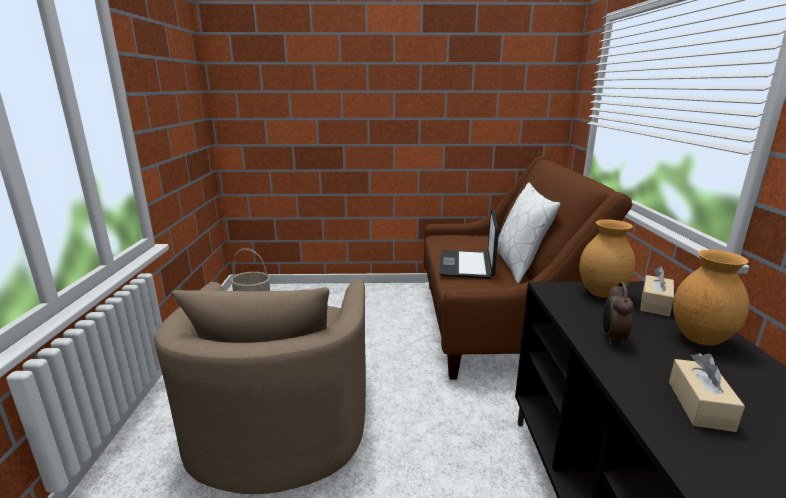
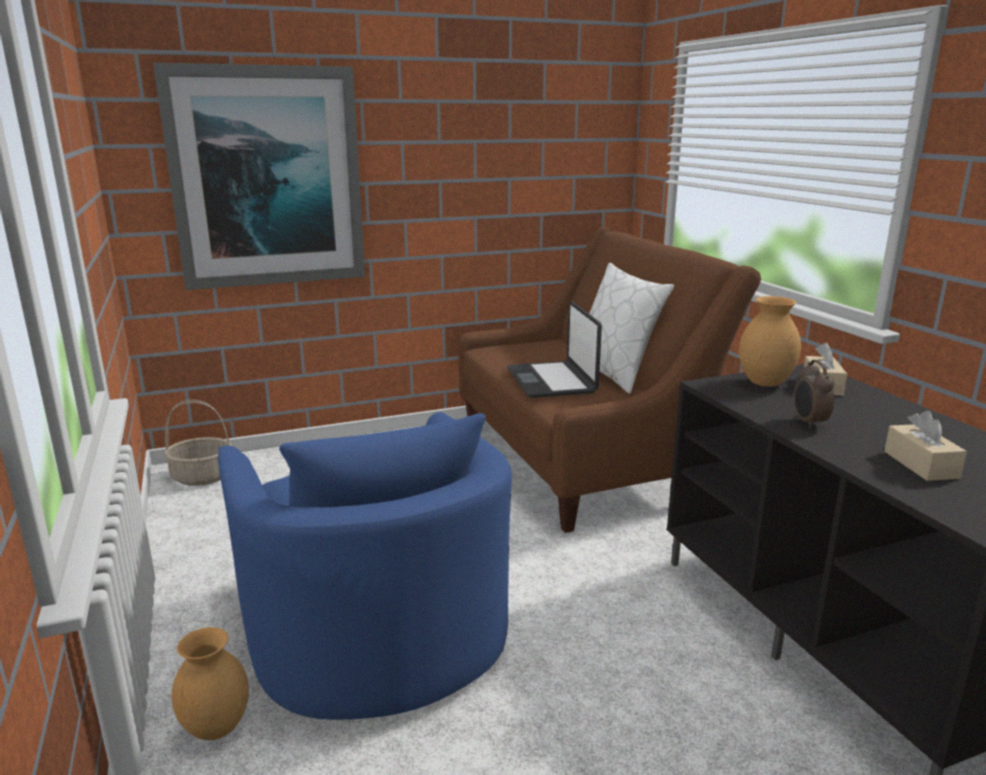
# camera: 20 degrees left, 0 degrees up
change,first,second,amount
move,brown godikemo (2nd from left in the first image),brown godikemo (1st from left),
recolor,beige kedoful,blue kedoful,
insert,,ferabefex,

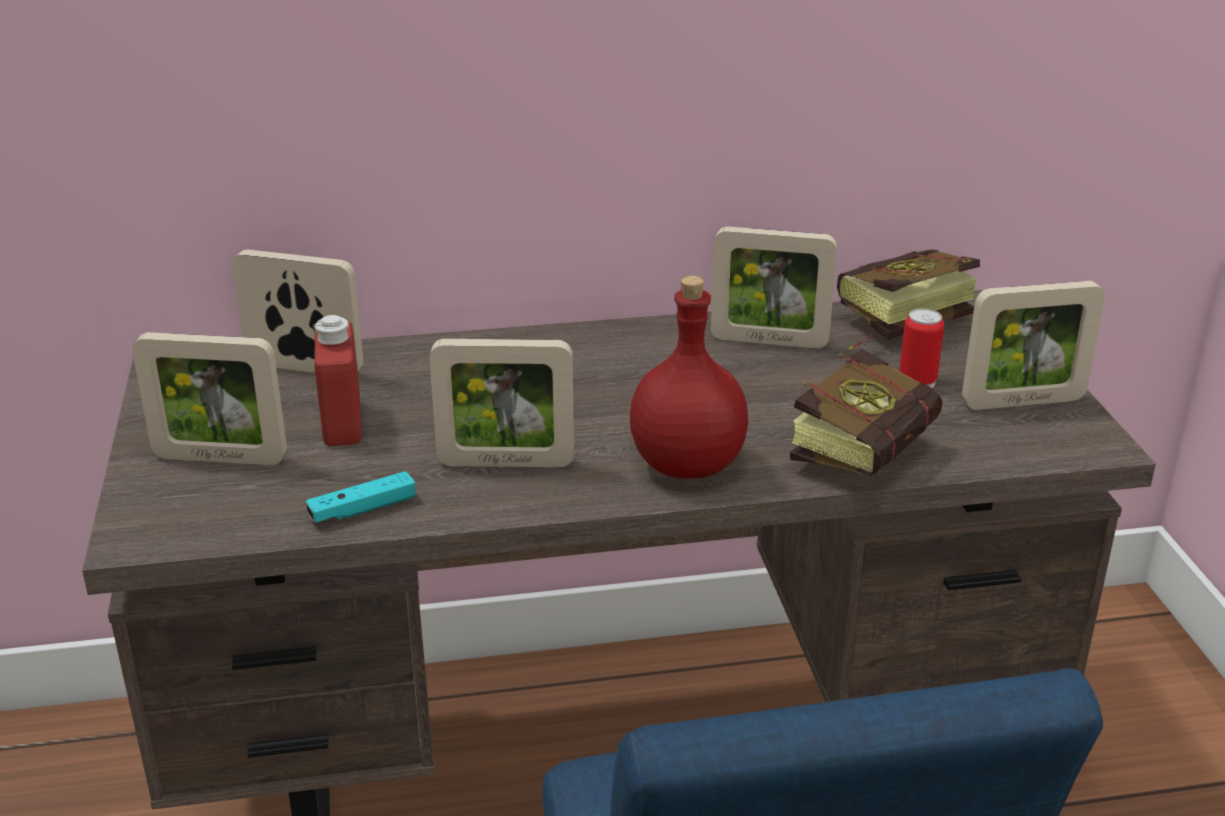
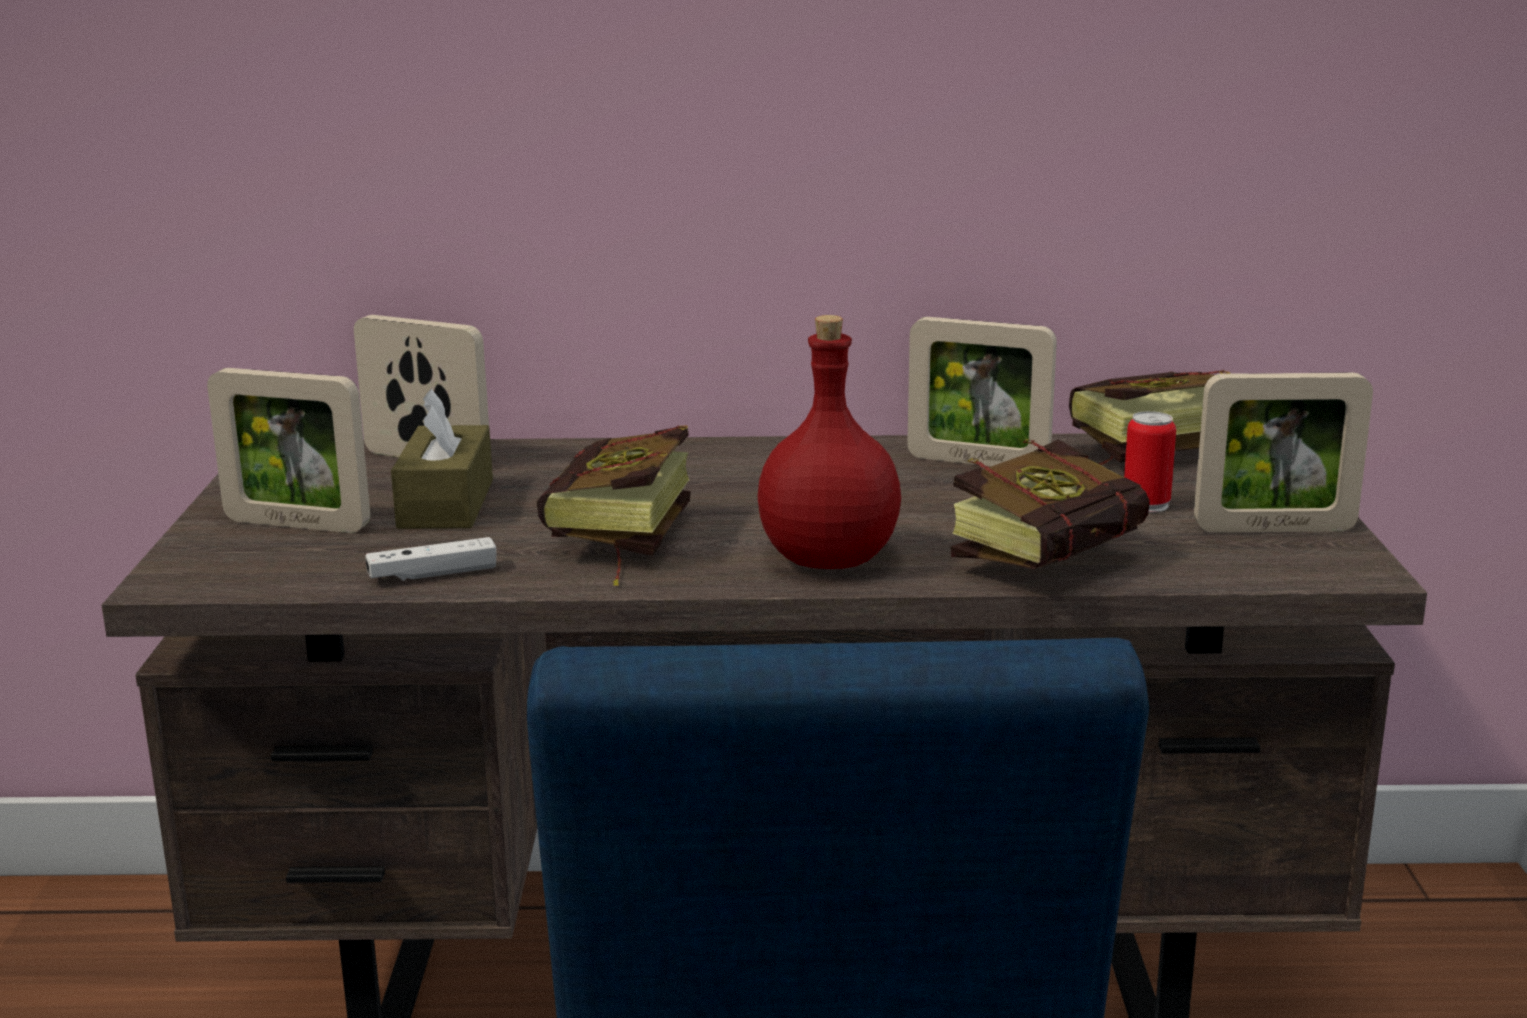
# camera: 10 degrees right, 10 degrees down
change,first,second,amount
replace,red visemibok (1st from left),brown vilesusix,
replace,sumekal (3rd from left),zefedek (1st from left),
recolor,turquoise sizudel,white sizudel,

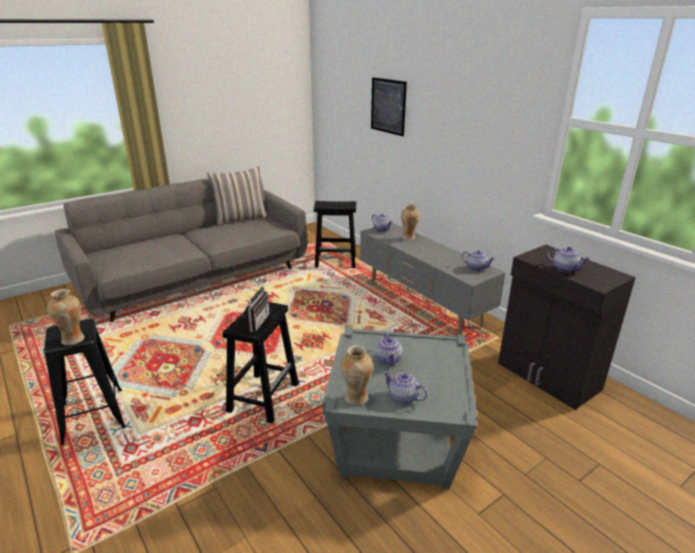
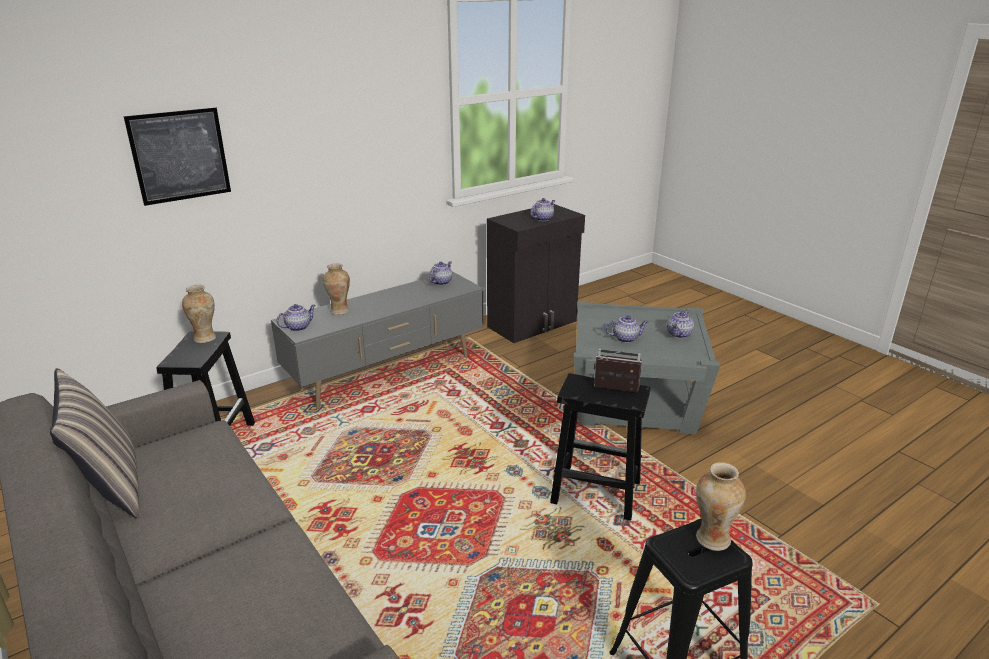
# camera: 90 degrees left, 0 degrees up
change,first,second,amount
move,godikemo (2nd from left in the first image),godikemo (1st from left),

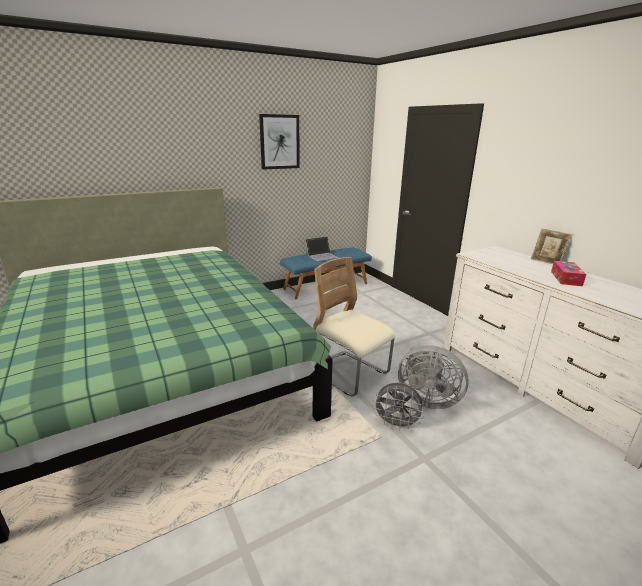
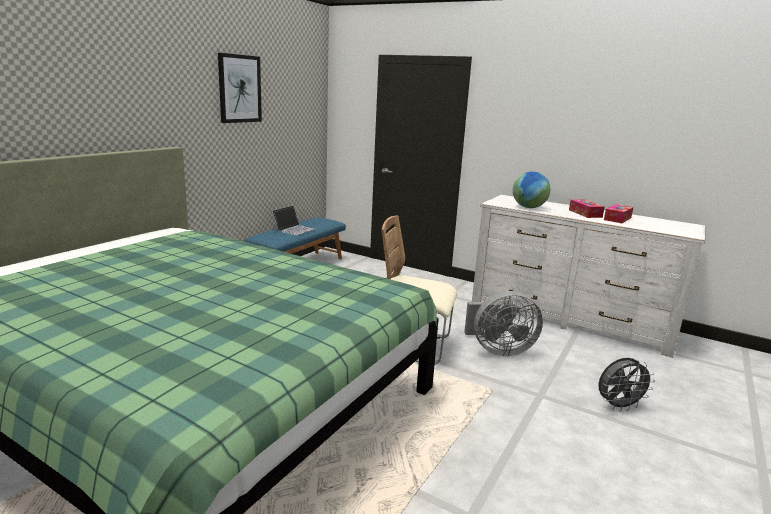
# camera: 30 degrees left, 5 degrees down
change,first,second,amount
delete,sumekal,,
move,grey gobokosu (1st from left in the first image),grey gobokosu (2nd from left),
insert,,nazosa,
insert,,vilesusix (2nd from left),

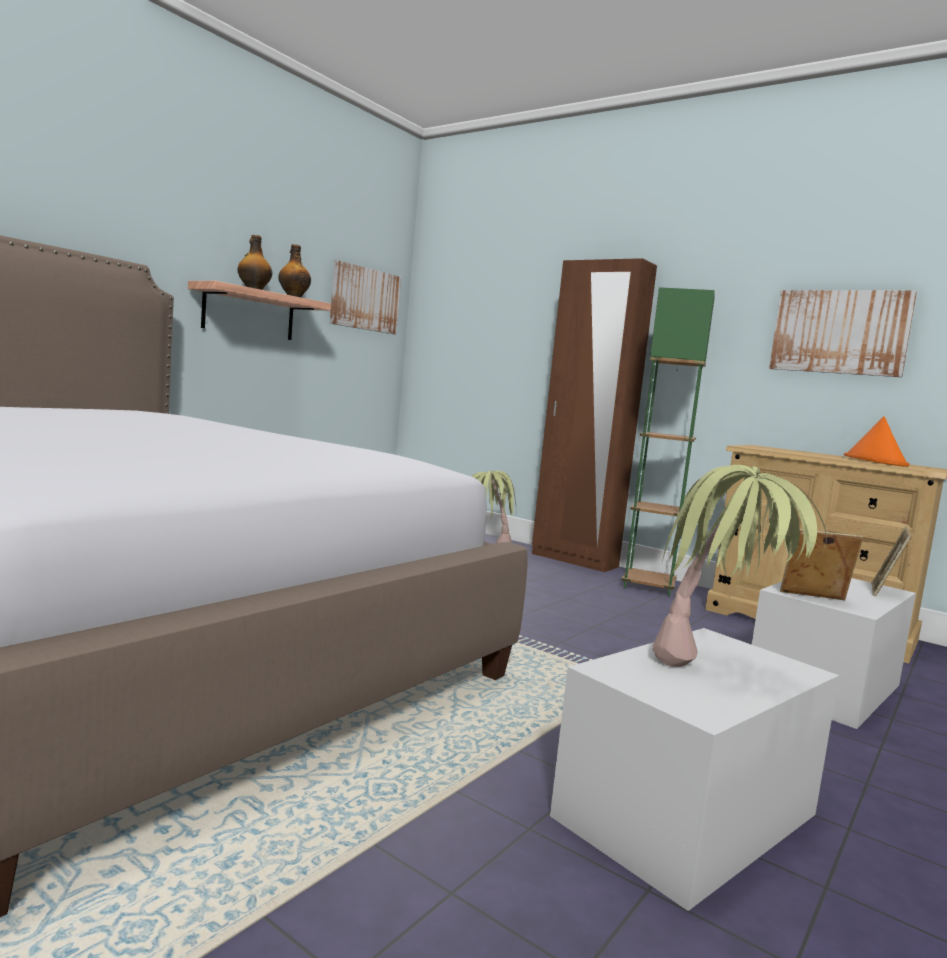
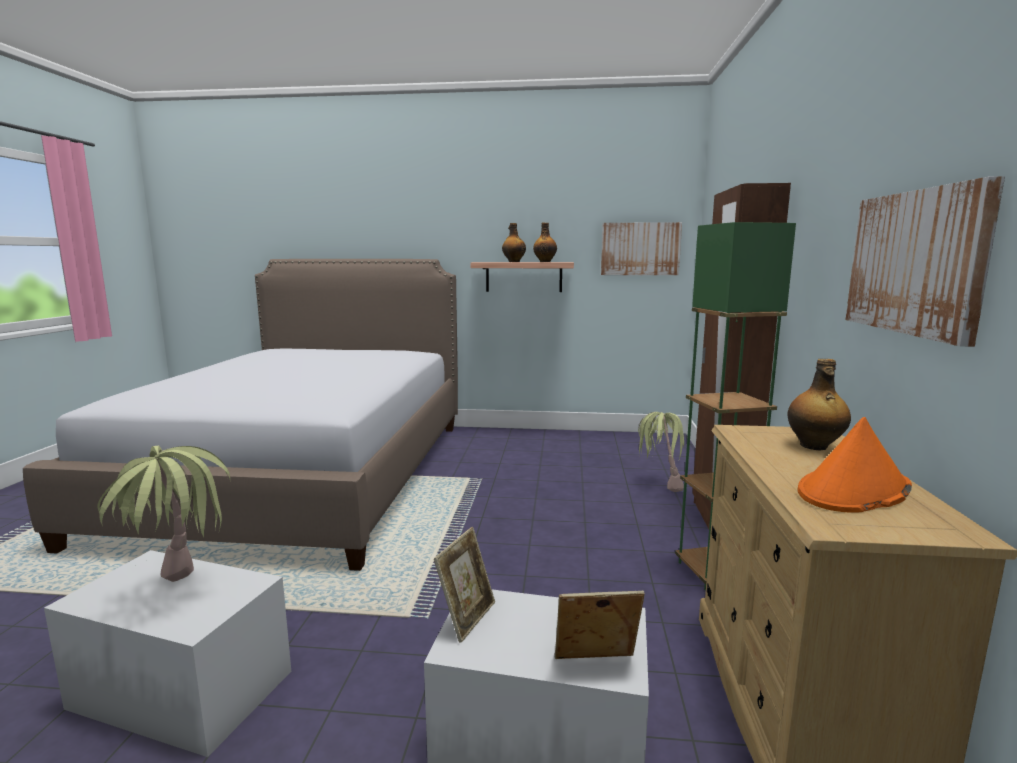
# camera: 60 degrees right, 5 degrees up
change,first,second,amount
rotate,sumekal (1st from left),,45 degrees clockwise
insert,,visemibok (3rd from left),

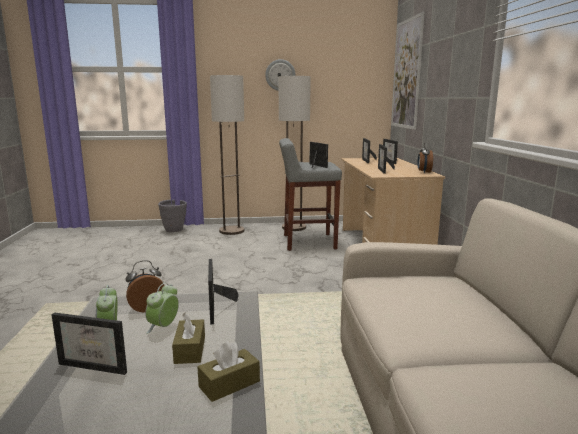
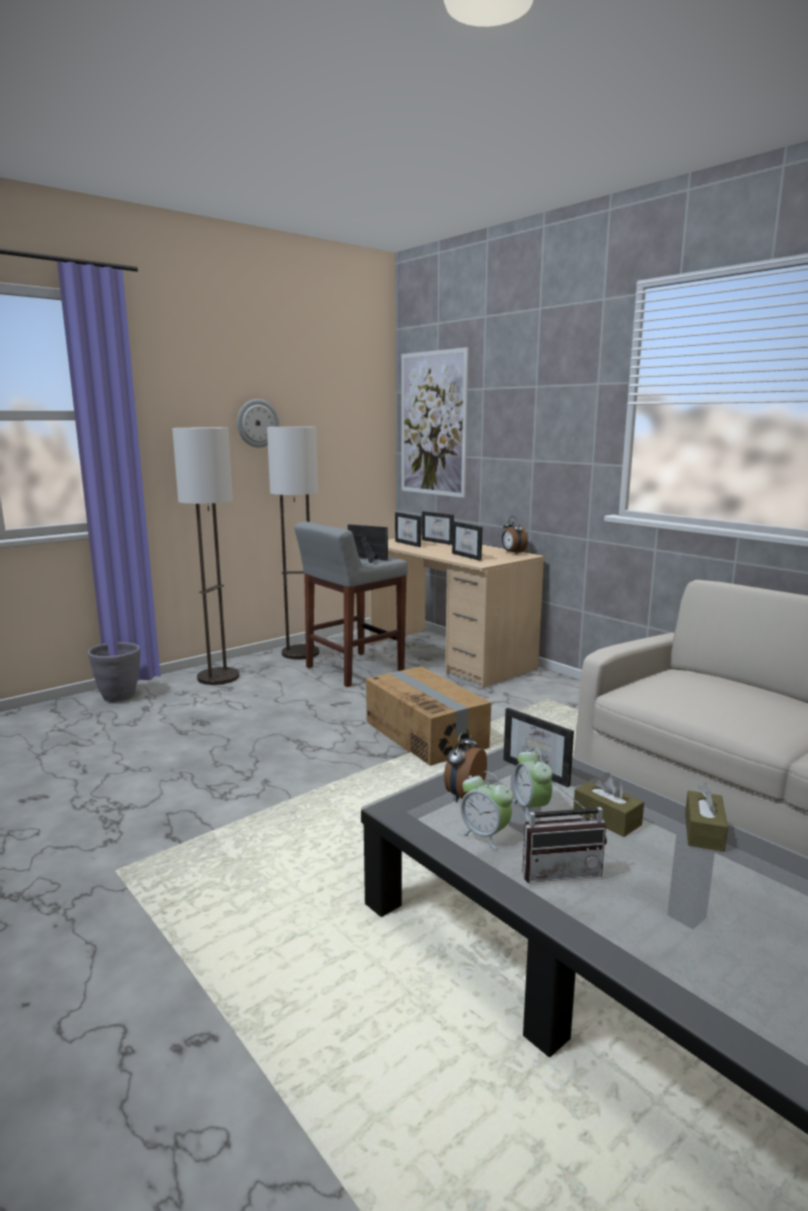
# camera: 35 degrees left, 0 degrees up
change,first,second,amount
replace,sumekal (1st from left),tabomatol,
insert,,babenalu,

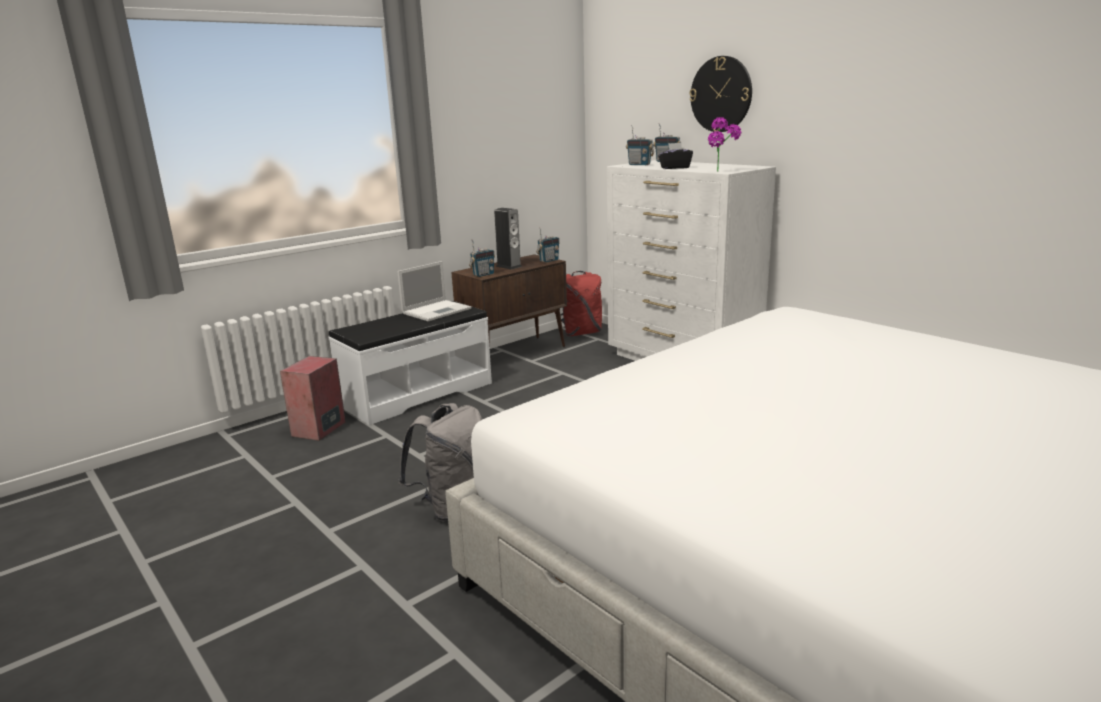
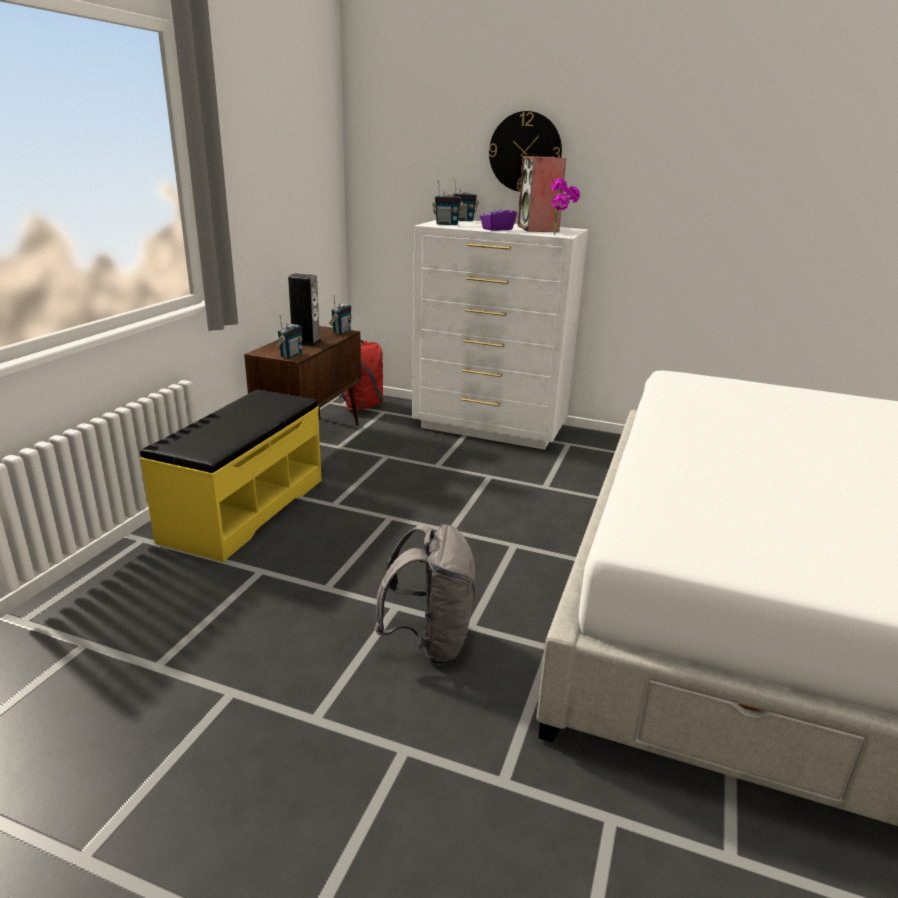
# camera: 30 degrees left, 5 degrees up
change,first,second,amount
recolor,black vilesusix,purple vilesusix,
delete,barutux,,
recolor,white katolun,yellow katolun,
move,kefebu (1st from left in the first image),kefebu (2nd from left),

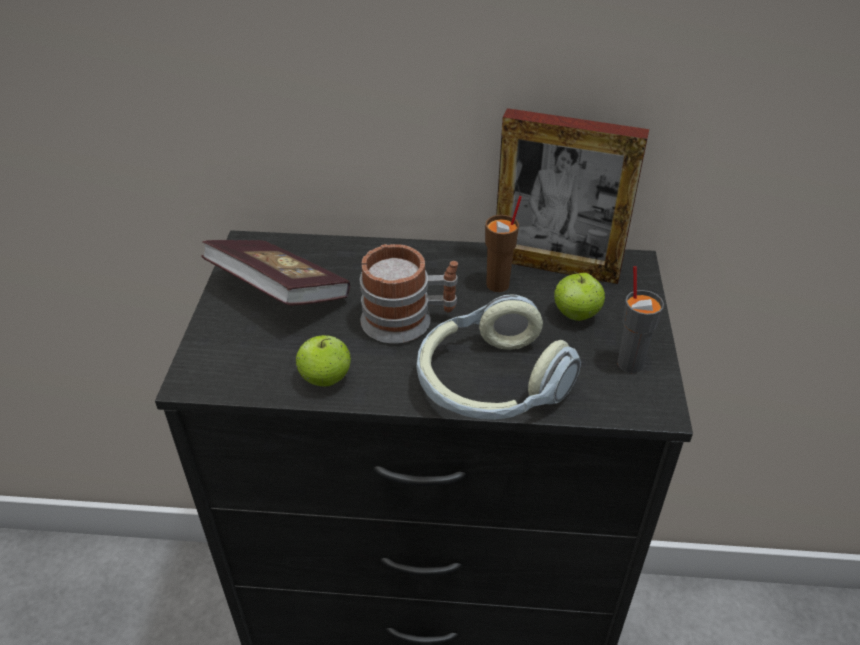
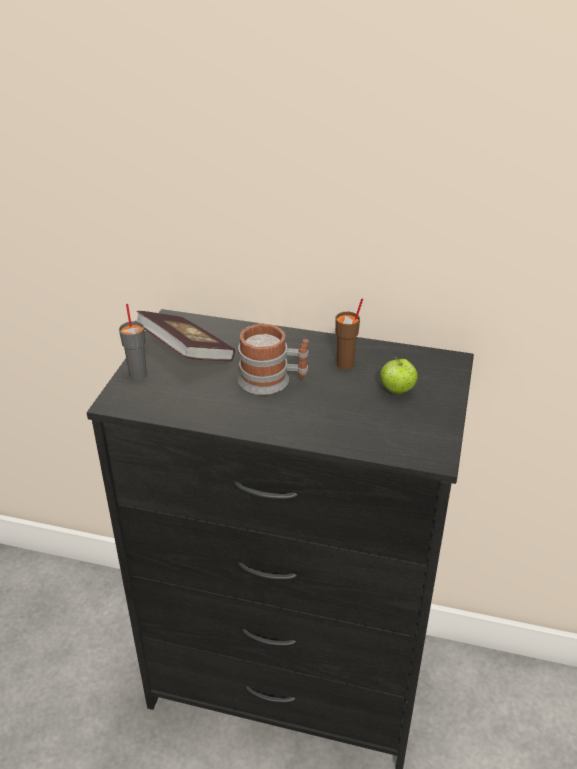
# camera: 10 degrees right, 5 degrees down
change,first,second,amount
delete,sumekal,,
move,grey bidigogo,,
delete,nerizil,,
delete,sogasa (1st from left),,

